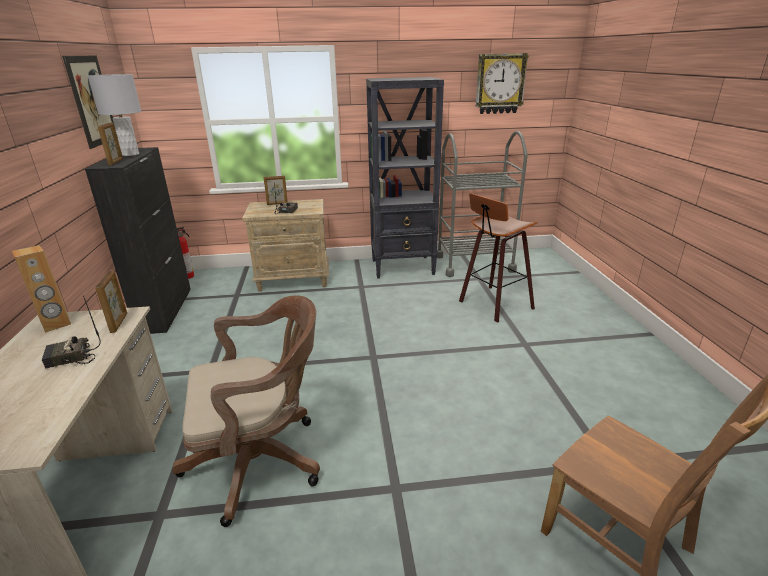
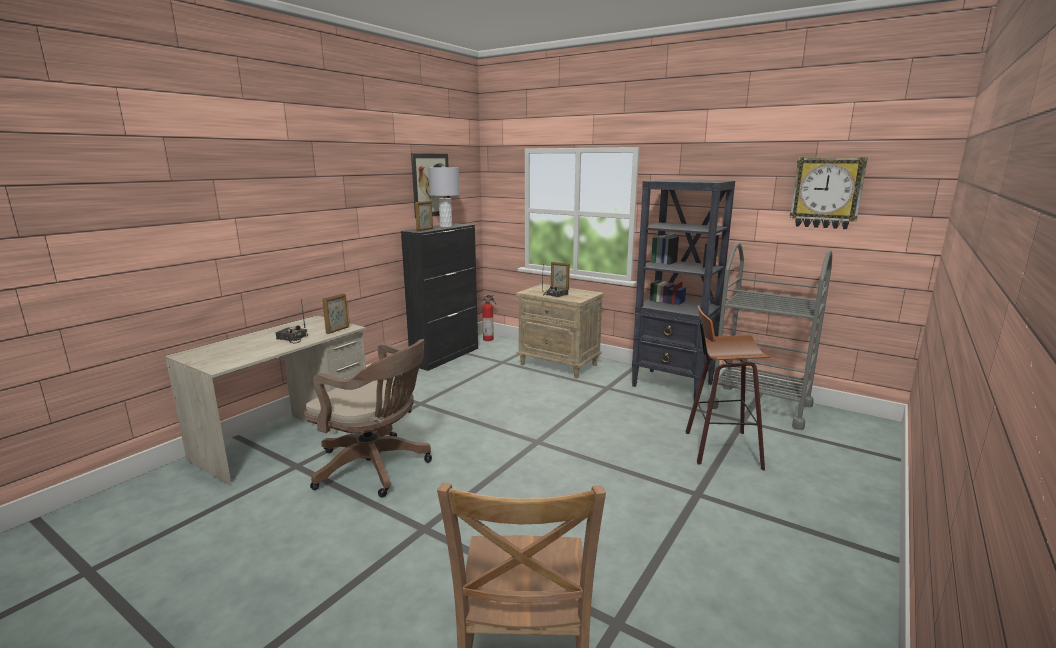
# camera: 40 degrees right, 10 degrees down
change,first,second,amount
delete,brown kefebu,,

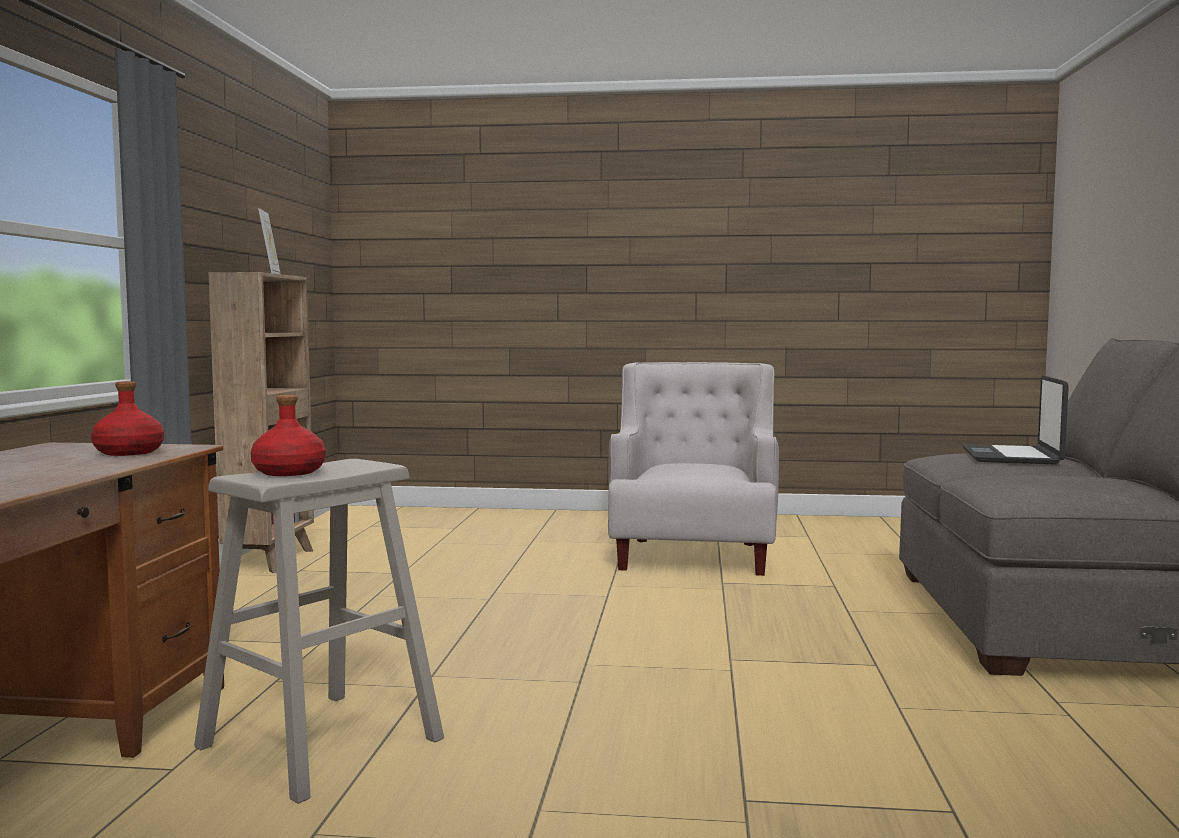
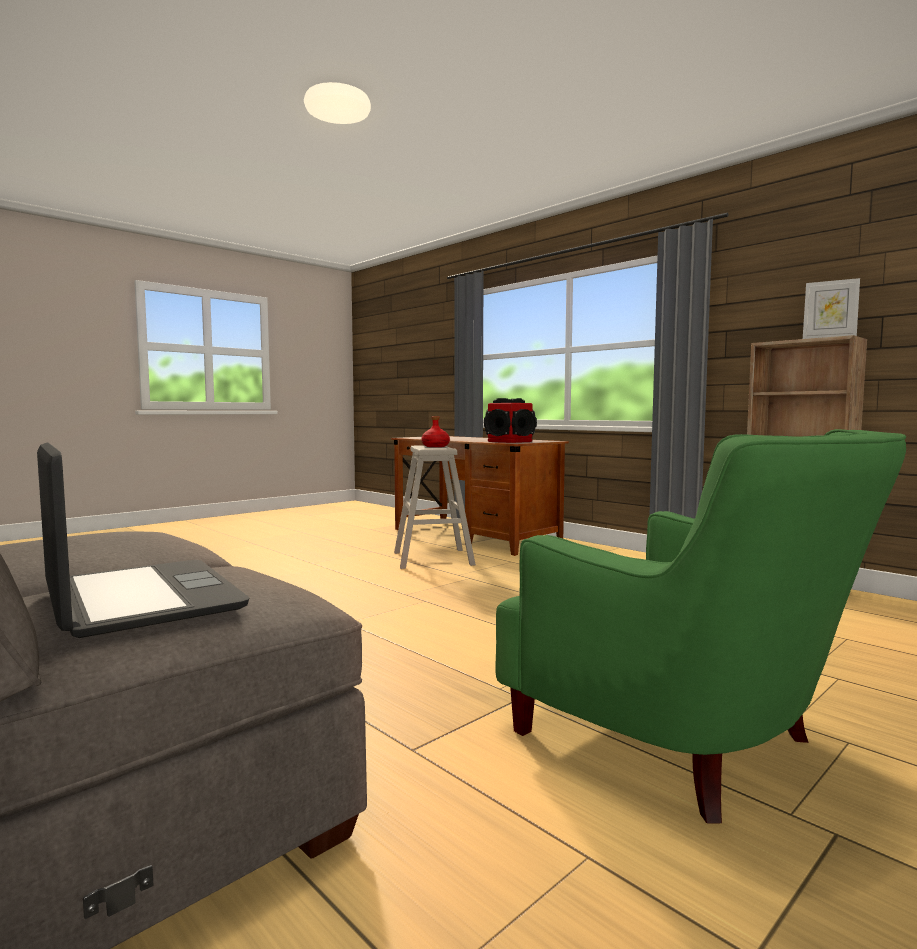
# camera: 130 degrees right, 0 degrees up
change,first,second,amount
recolor,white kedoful,green kedoful,
replace,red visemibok (1st from left),kefebu,

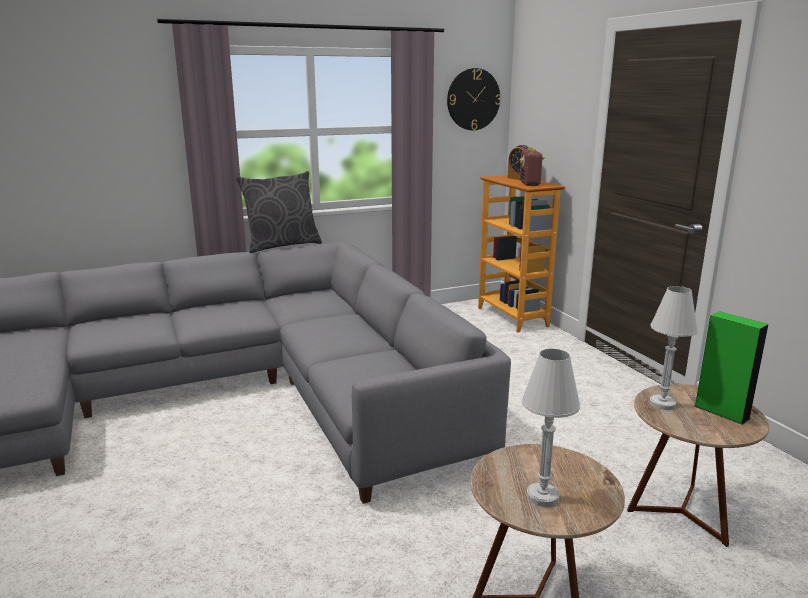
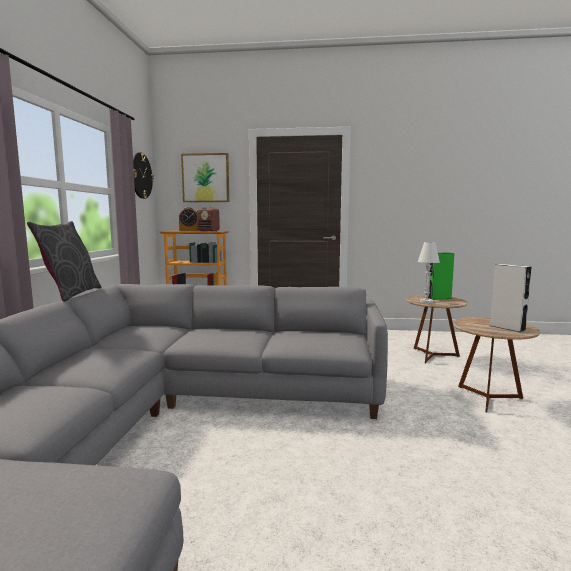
# camera: 60 degrees left, 10 degrees down
change,first,second,amount
replace,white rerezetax (1st from left),grey kefebu,
insert,,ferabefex,

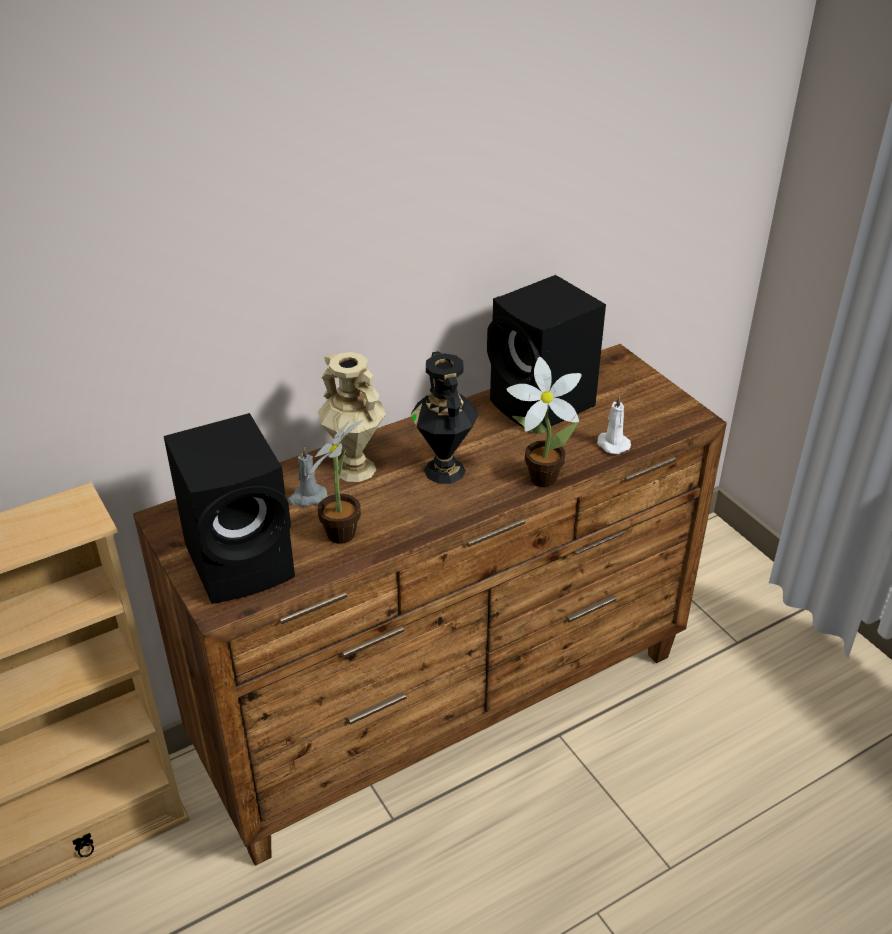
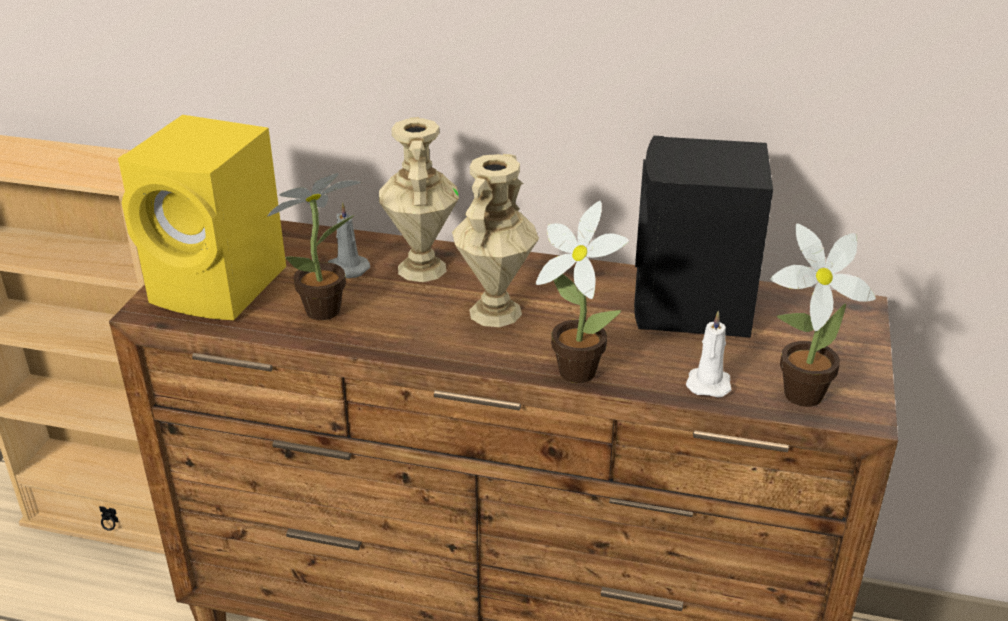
# camera: 45 degrees right, 5 degrees down
change,first,second,amount
recolor,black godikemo,beige godikemo (2nd from left),
recolor,black kefebu (1st from left),yellow kefebu,
insert,,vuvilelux (3rd from left),

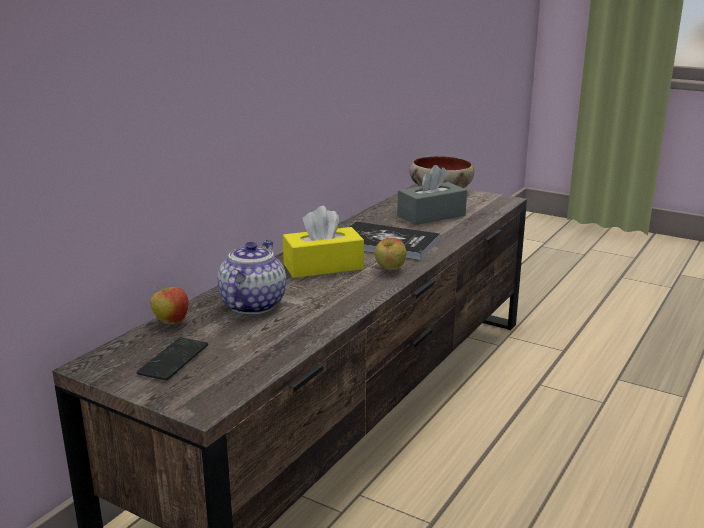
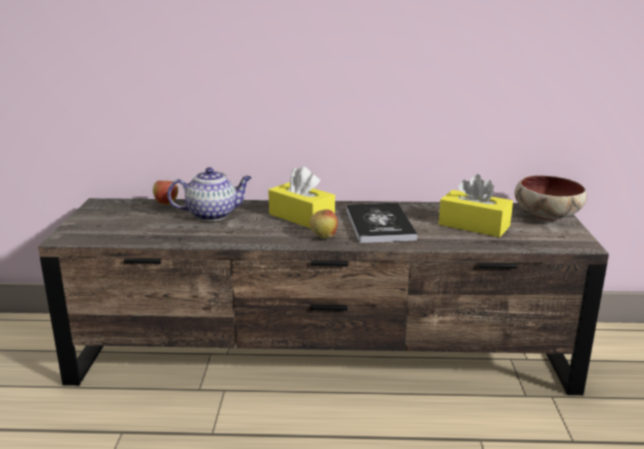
# camera: 60 degrees right, 0 degrees up
change,first,second,amount
recolor,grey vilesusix,yellow vilesusix (2nd from left),
delete,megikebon,,

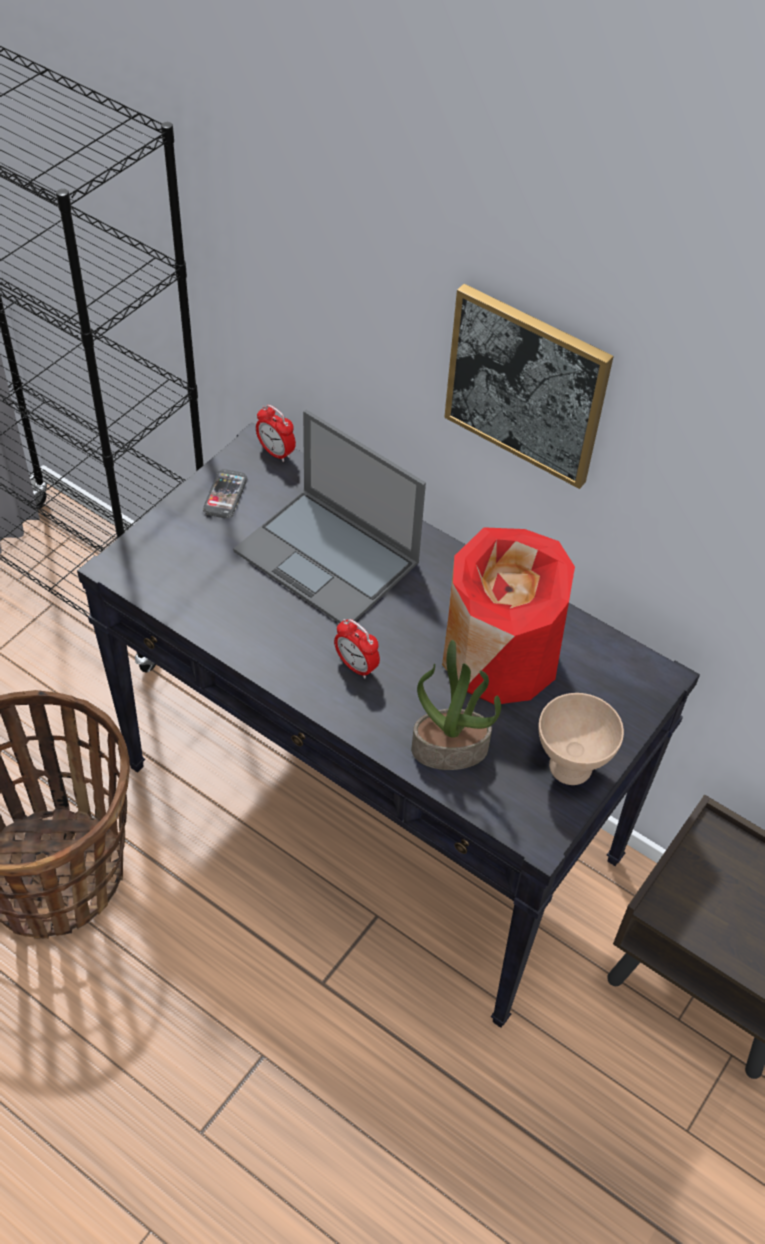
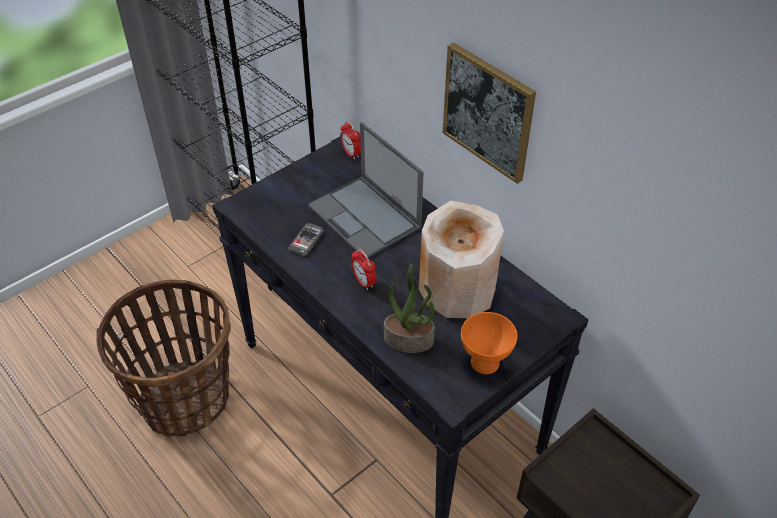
# camera: 15 degrees right, 5 degrees down
change,first,second,amount
move,megikebon,,
recolor,red godikemo,beige godikemo,
recolor,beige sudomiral,orange sudomiral,

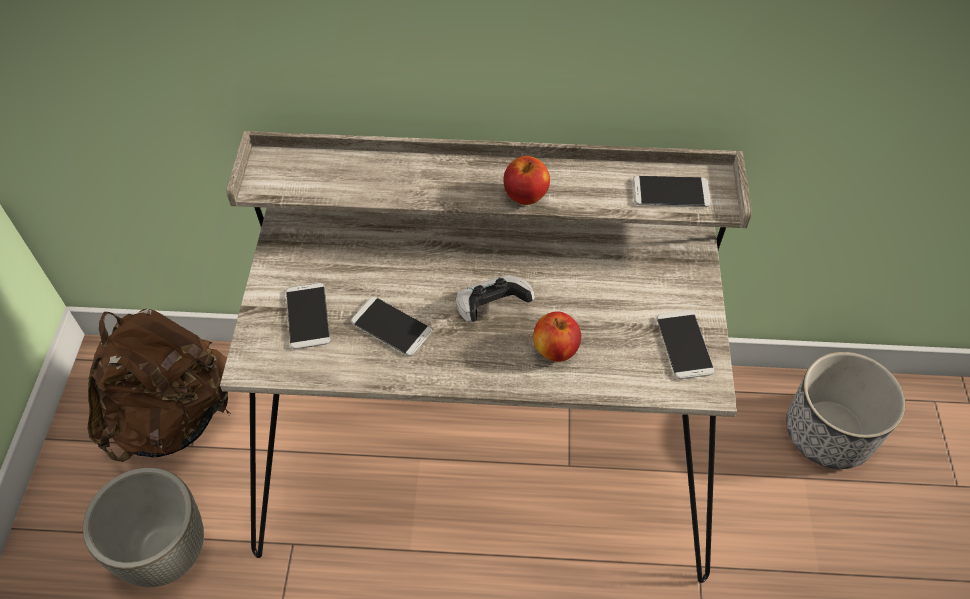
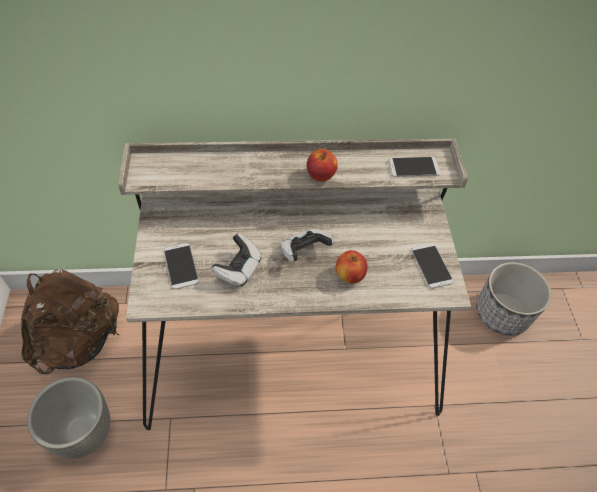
# camera: 10 degrees left, 0 degrees up
change,first,second,amount
replace,megikebon (2nd from left),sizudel (1st from left),

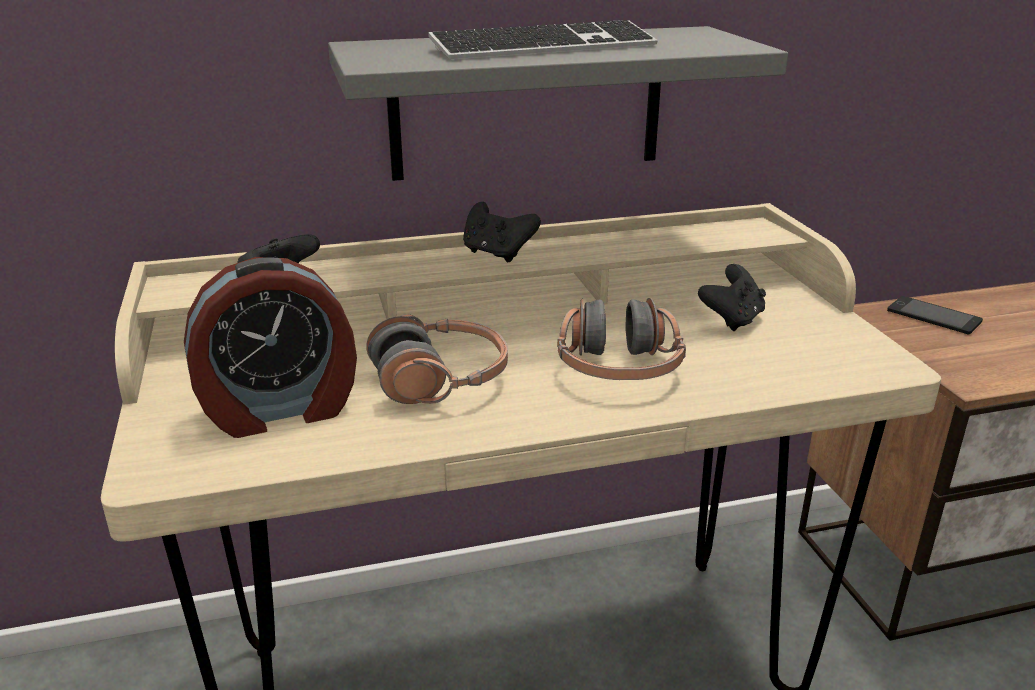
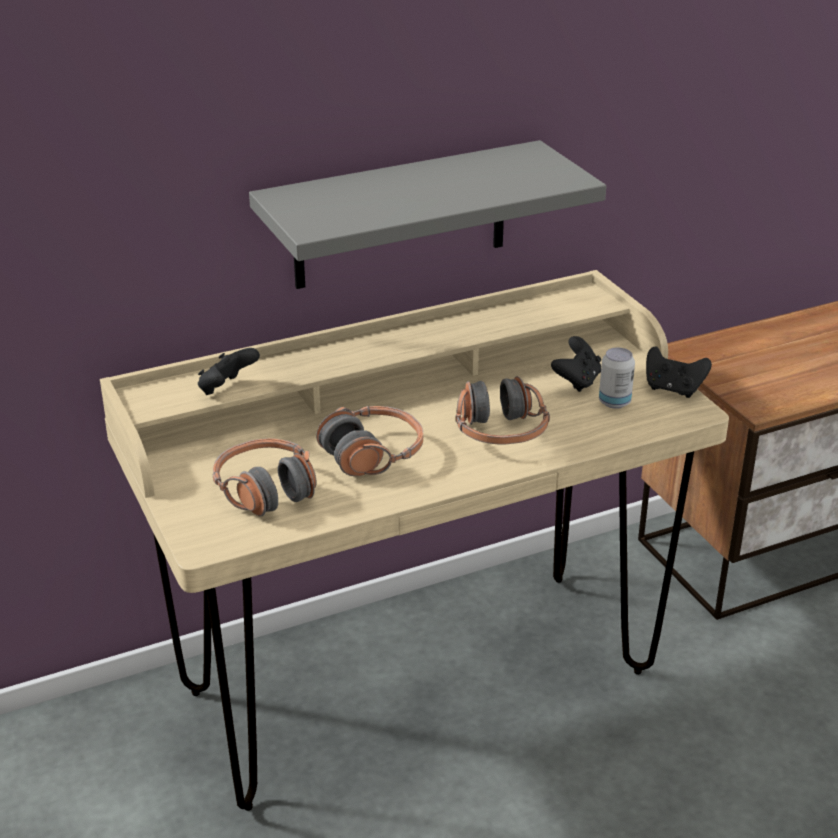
# camera: 10 degrees left, 5 degrees up
change,first,second,amount
delete,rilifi,,
move,black sizudel (2nd from left in the first image),black sizudel (3rd from left),
replace,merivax,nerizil (1st from left),
delete,megikebon,,
insert,,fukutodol,

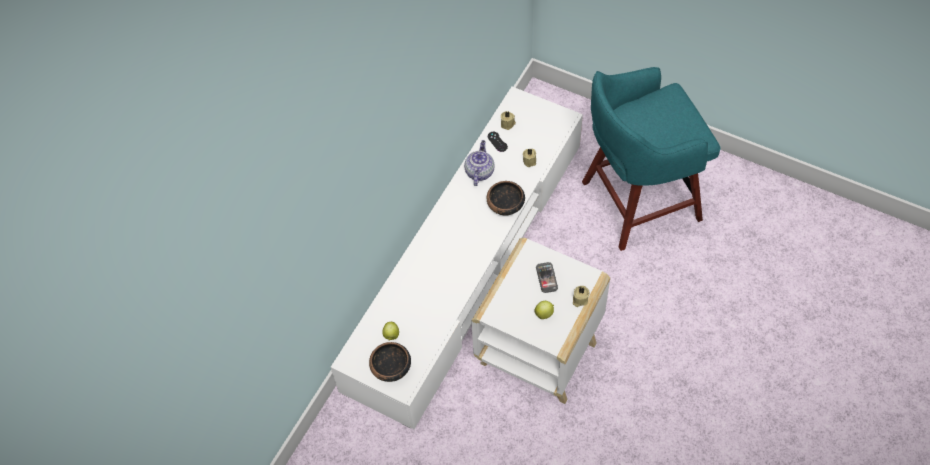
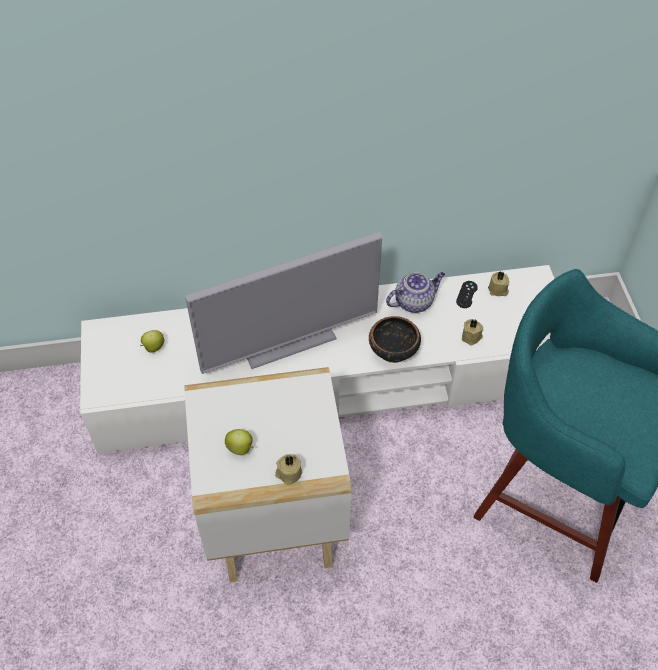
# camera: 50 degrees right, 5 degrees down
change,first,second,amount
delete,megikebon,,
delete,sudomiral (1st from left),,
insert,,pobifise,

